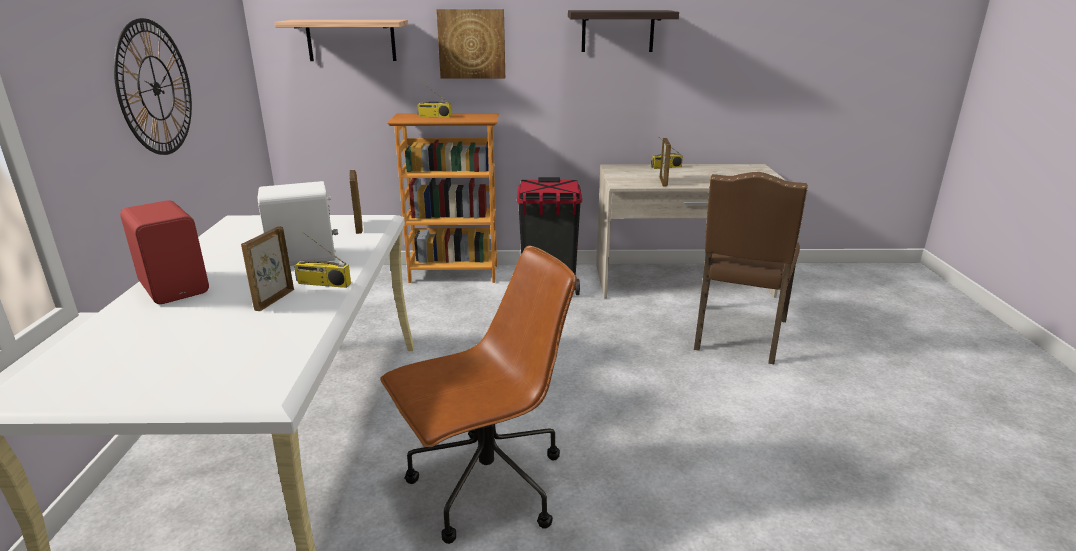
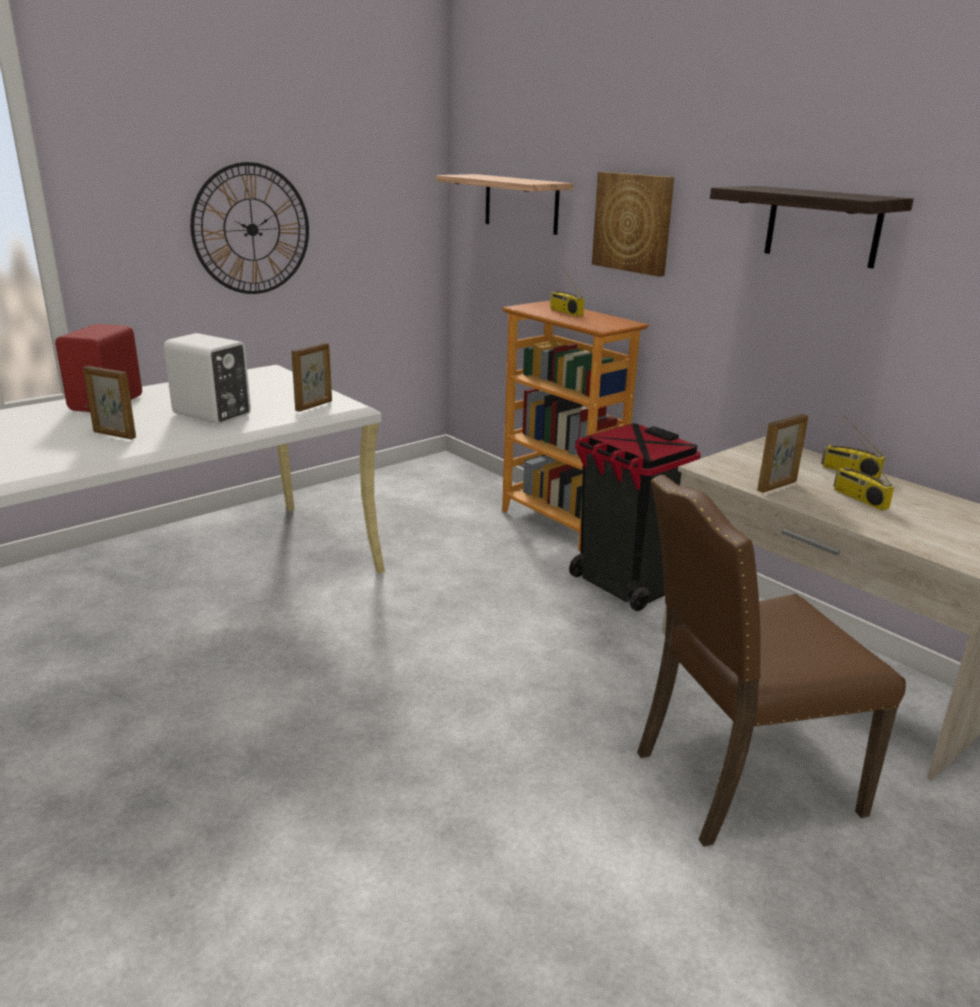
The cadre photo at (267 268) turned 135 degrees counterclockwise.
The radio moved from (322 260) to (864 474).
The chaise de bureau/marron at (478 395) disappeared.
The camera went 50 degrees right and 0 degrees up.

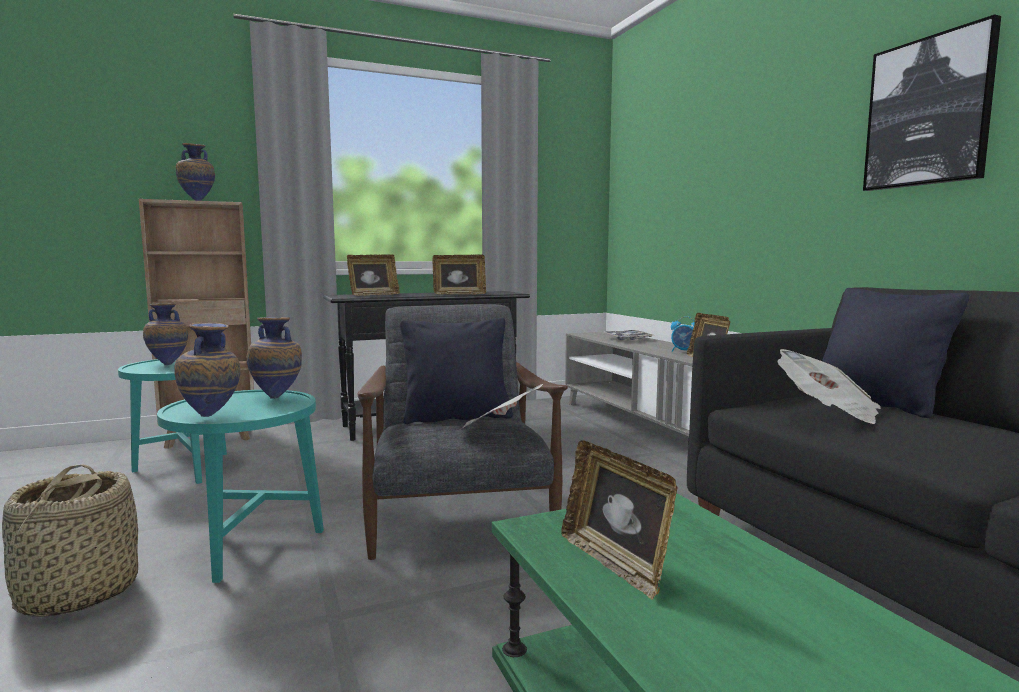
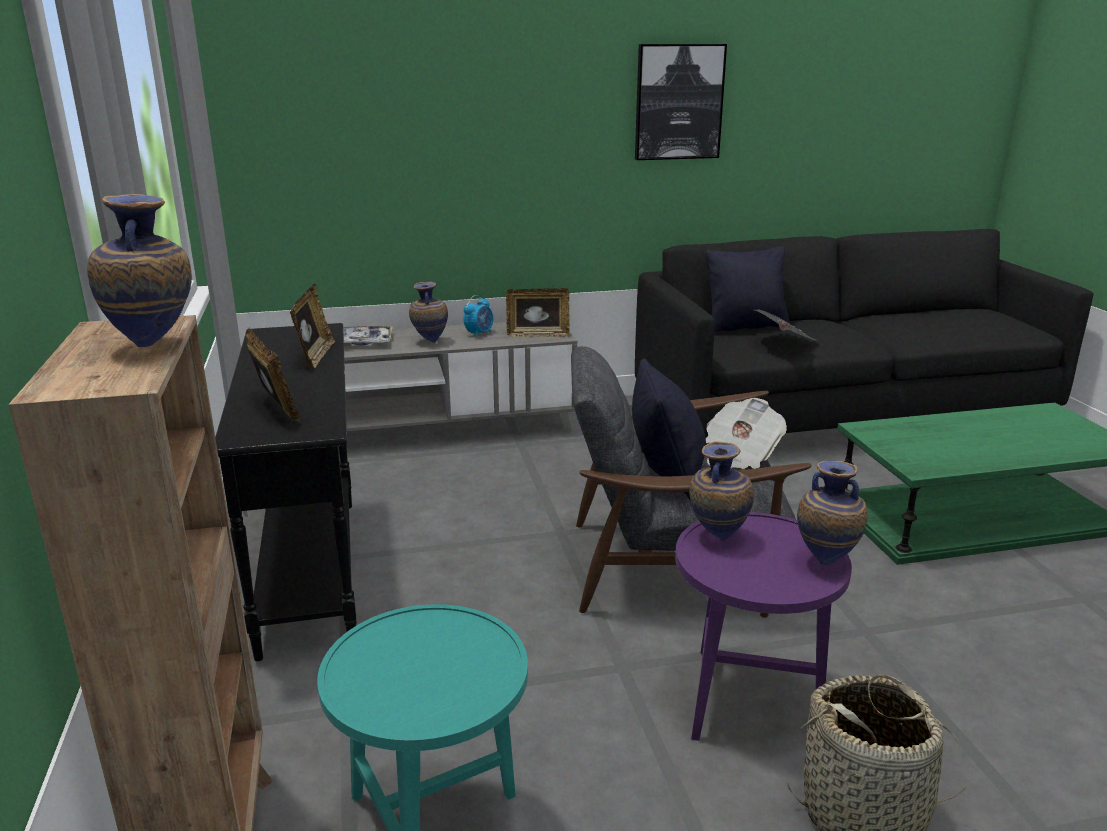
The vase moved from (165 334) to (428 312).
The table d'appoint/turquoise at (240 486) became the table d'appoint/violet at (763 626).
The cadre photo at (619 520) disappeared.
The camera went 80 degrees left and 15 degrees up.

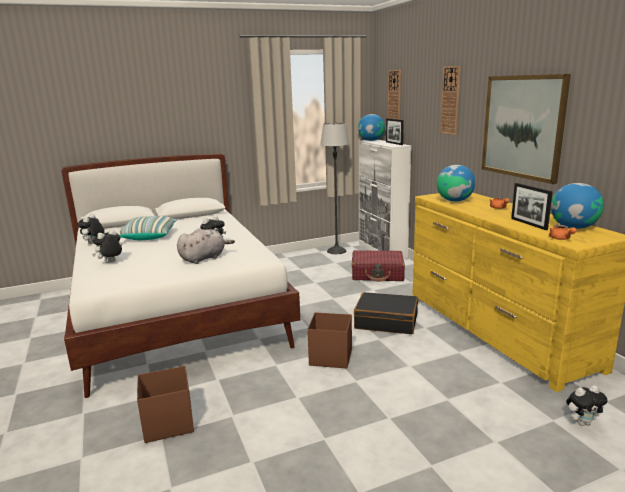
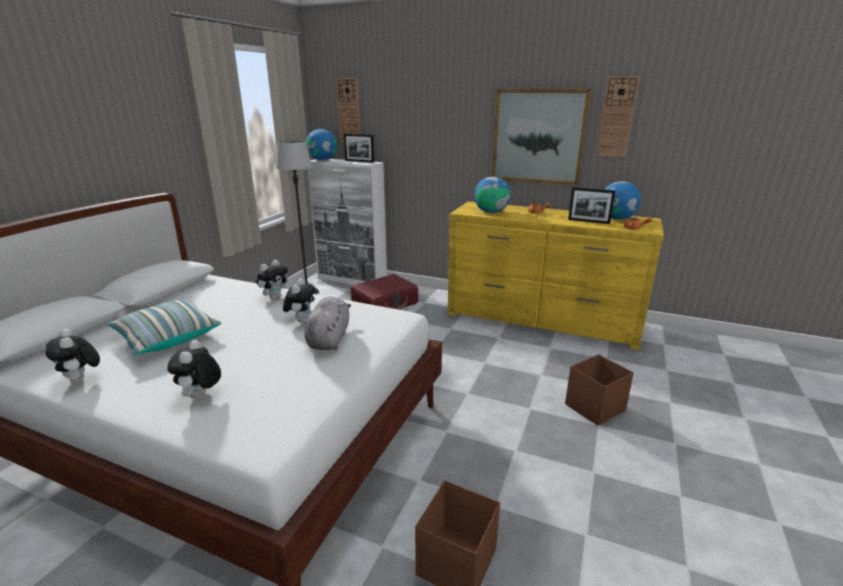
The horloge murale moved from (450 100) to (618 116).
The valise/noir at (386 313) disappeared.
The boîte de rangement/marron moved from (329 340) to (599 389).
The peluche moved from (586 405) to (272 280).
The camera went 45 degrees left and 5 degrees up.

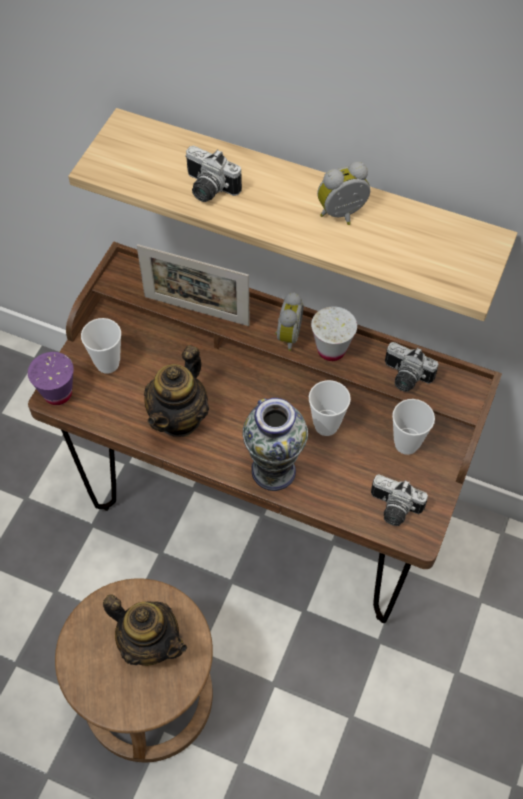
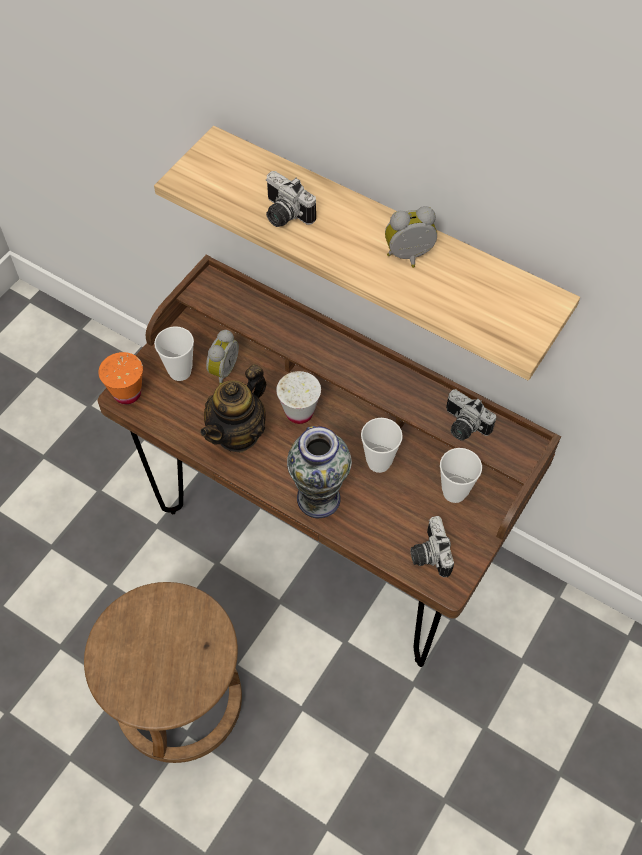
The cadre photo at (193 285) disappeared.
The réveil moved from (289 321) to (222 357).
The tasse/blanc moved from (334 333) to (298 397).
The tasse/violet at (51 378) became the tasse/orange at (120 378).
The appareil photo at (399 500) turned 45 degrees clockwise.
The théière at (145 630) disappeared.
The camera went 10 degrees right and 0 degrees up.

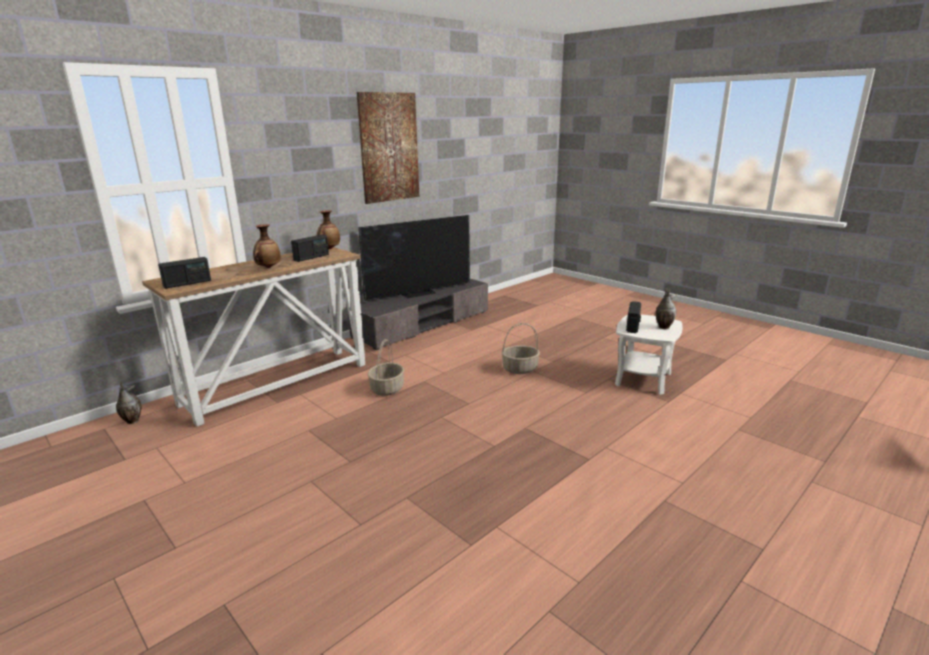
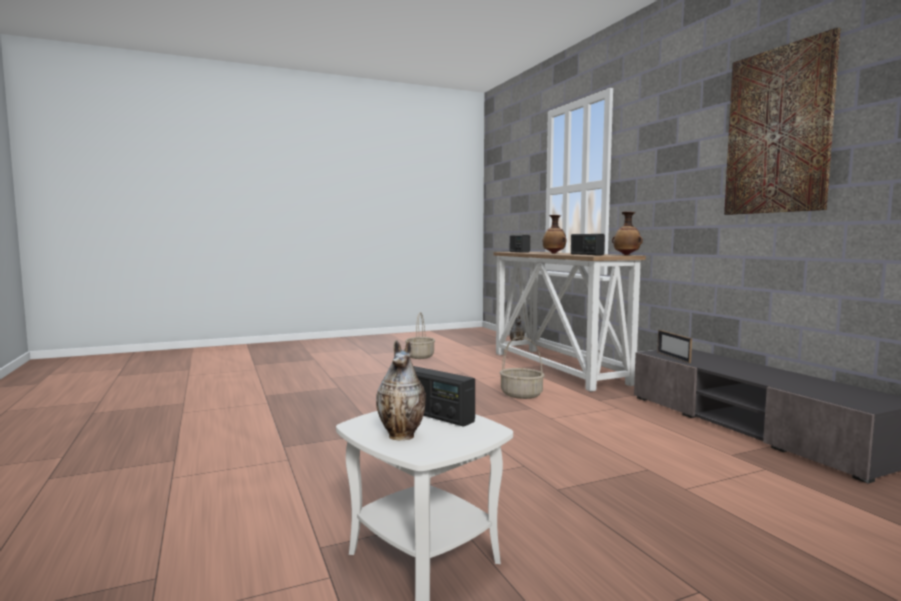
The téléviseur at (414 258) disappeared.
The panier moved from (520 348) to (420 335).
The cadre photo at (674 346) appeared.
The camera went 110 degrees right and 15 degrees down.

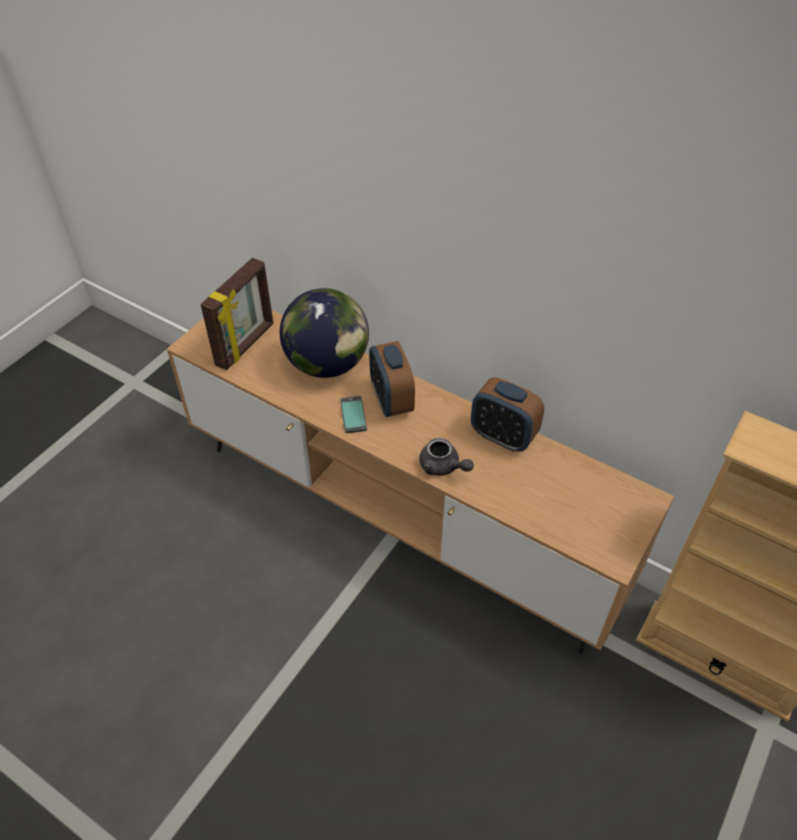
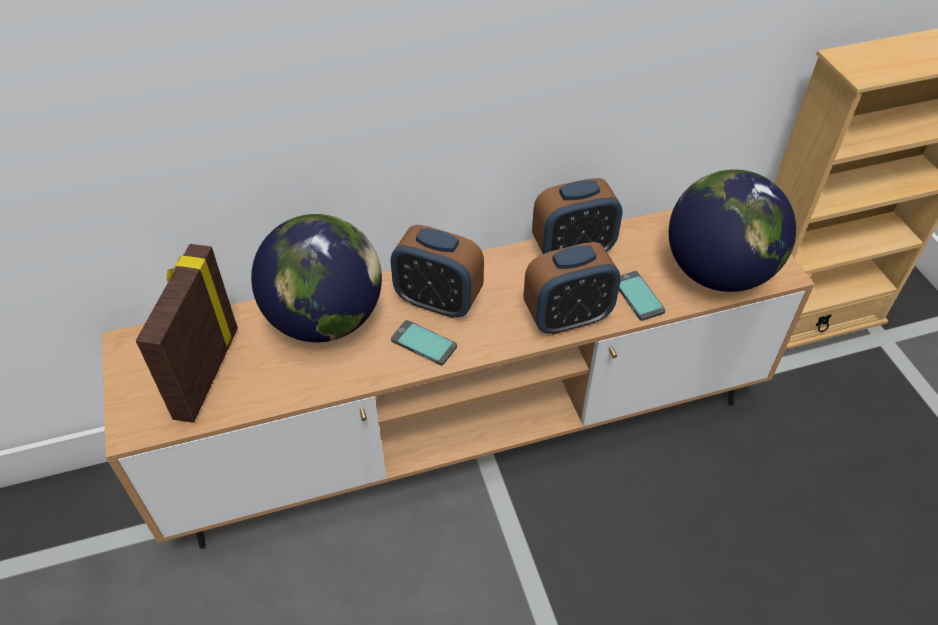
The cadre photo at (237 314) turned 150 degrees counterclockwise.
The théière/gris at (446 457) was replaced by the réveil at (572 288).
The globe at (732 230) appeared.
The téléphone at (642 296) appeared.
The camera went 50 degrees left and 0 degrees up.

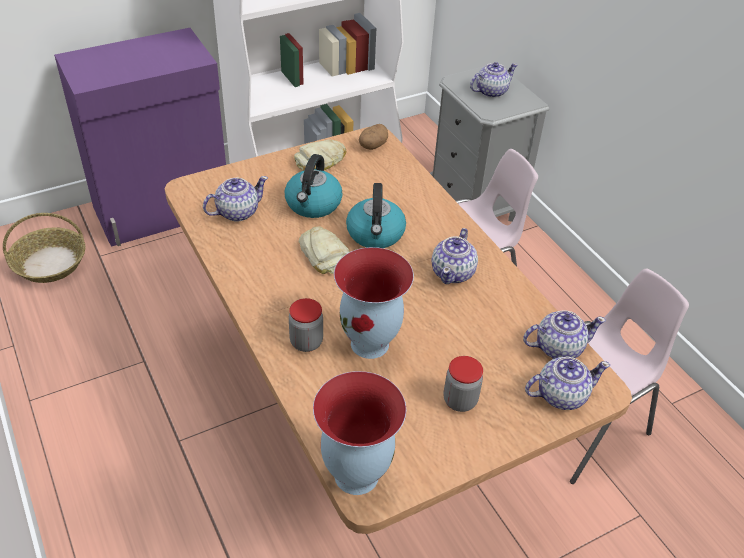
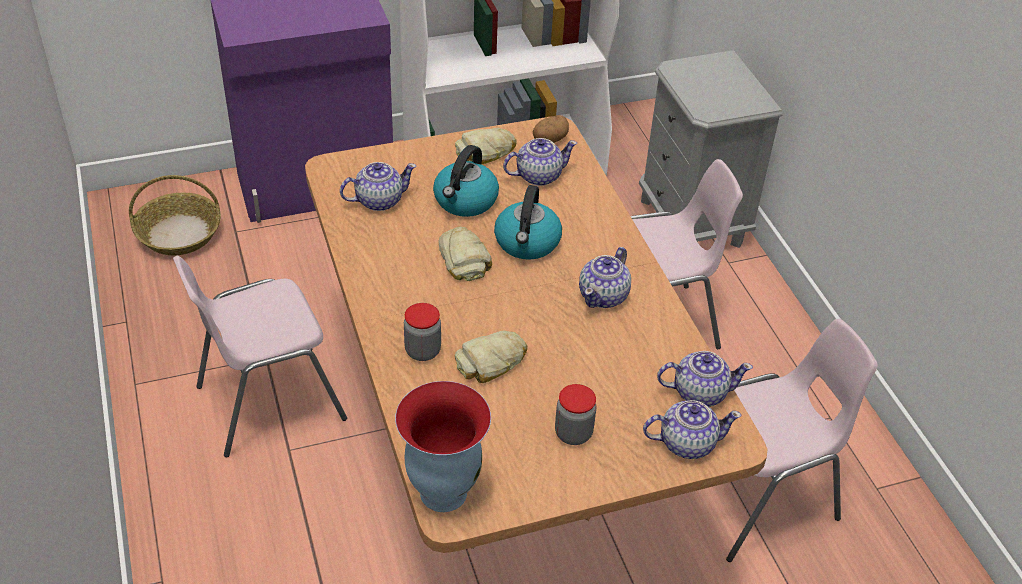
The théière moved from (494 80) to (540 162).
The vase at (374 303) was replaced by the pain at (491 356).
The chaise/rose at (260 356) appeared.
The camera went 10 degrees right and 0 degrees up.

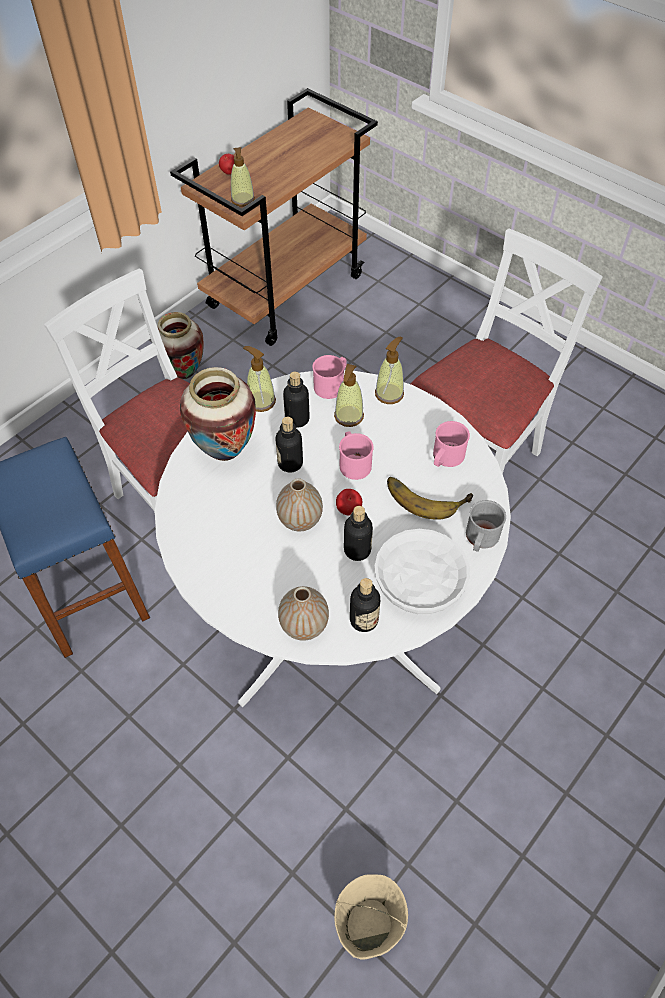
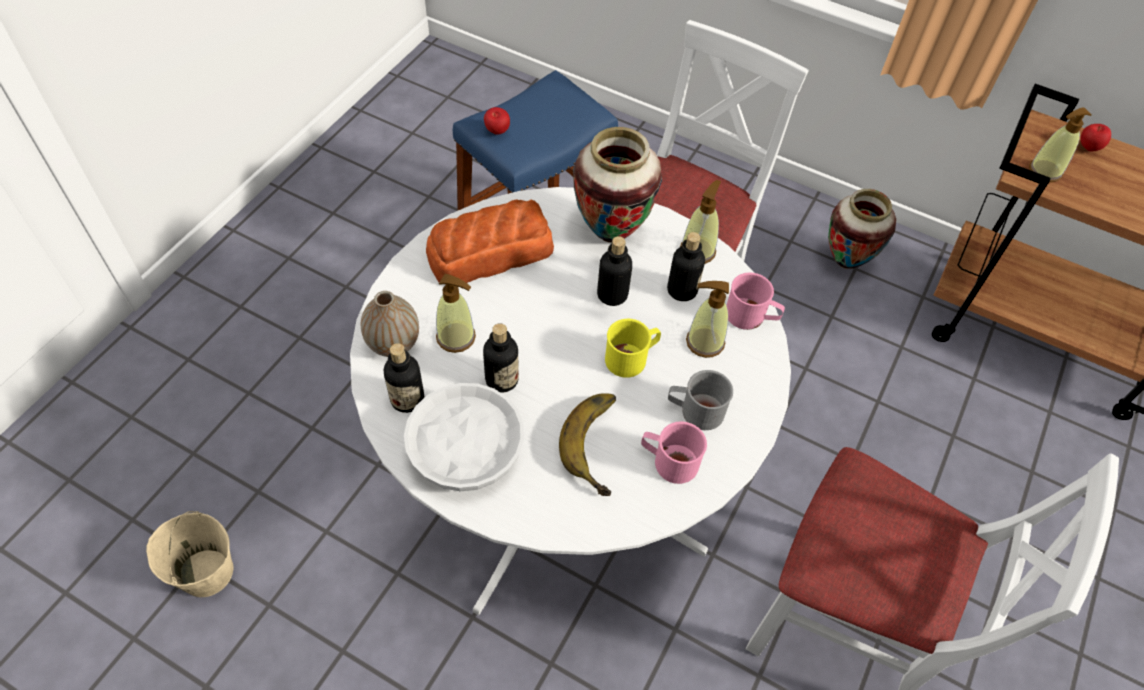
The distributeur de savon moved from (389 370) to (456 313).
The mug/rose at (356 455) became the mug/jaune at (633 348).
The vase at (299 504) disappeared.
The pomme moved from (349 502) to (497 121).
The mug/gris moved from (486 526) to (700 400).
The pain at (490 241) appeared.
The camera went 75 degrees right and 0 degrees up.

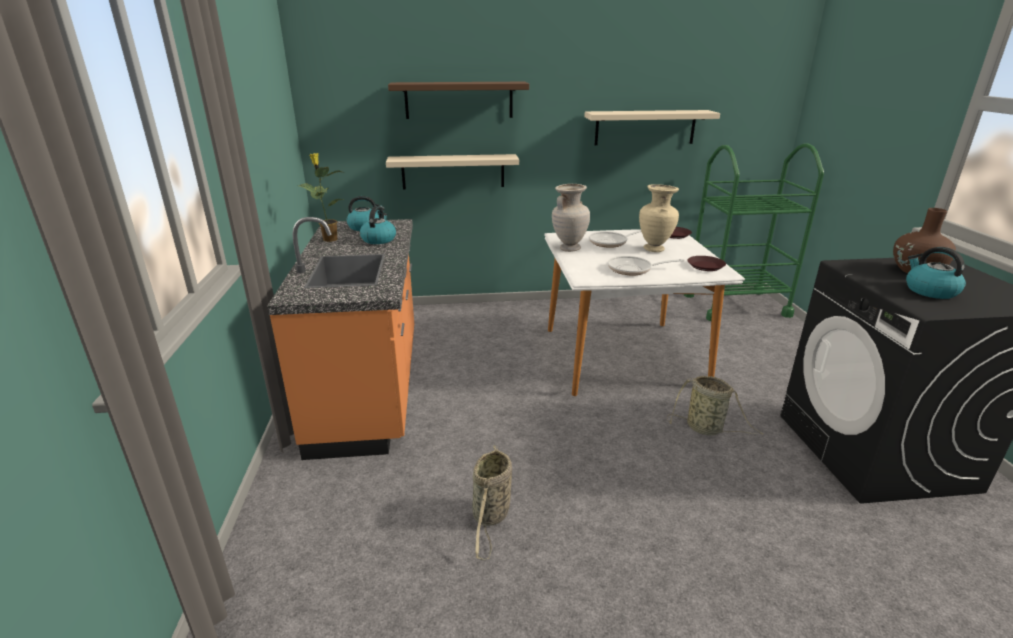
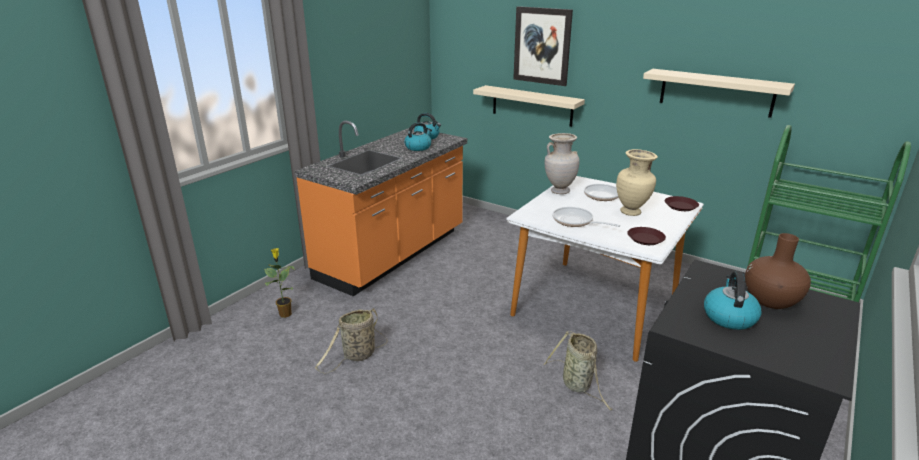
The étagère/marron at (458 100) was replaced by the tableau at (543 46).
The plante en pot moved from (322 197) to (279 283).
The camera went 40 degrees right and 0 degrees up.

